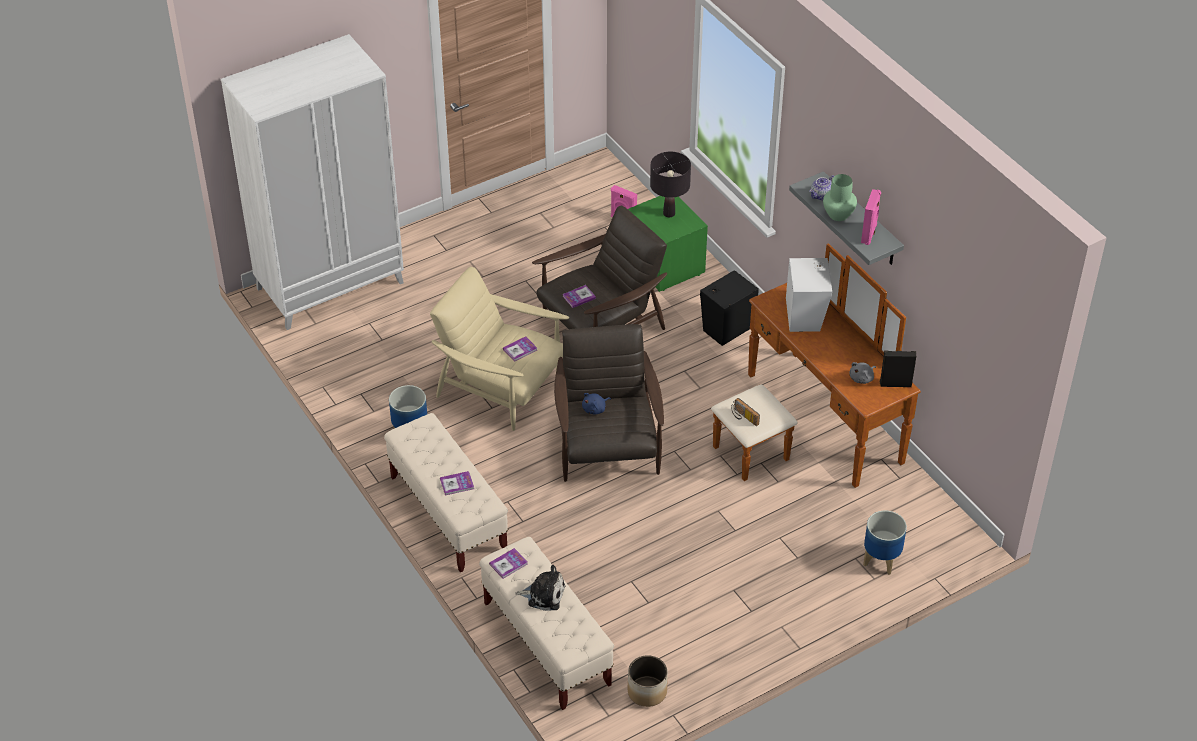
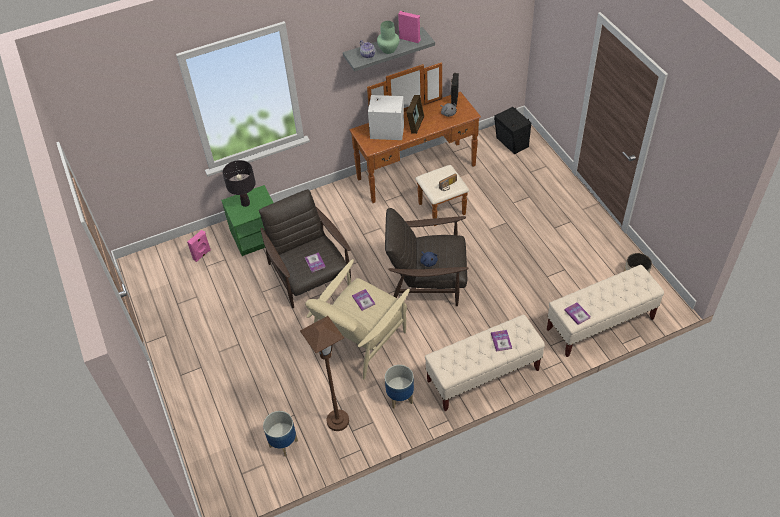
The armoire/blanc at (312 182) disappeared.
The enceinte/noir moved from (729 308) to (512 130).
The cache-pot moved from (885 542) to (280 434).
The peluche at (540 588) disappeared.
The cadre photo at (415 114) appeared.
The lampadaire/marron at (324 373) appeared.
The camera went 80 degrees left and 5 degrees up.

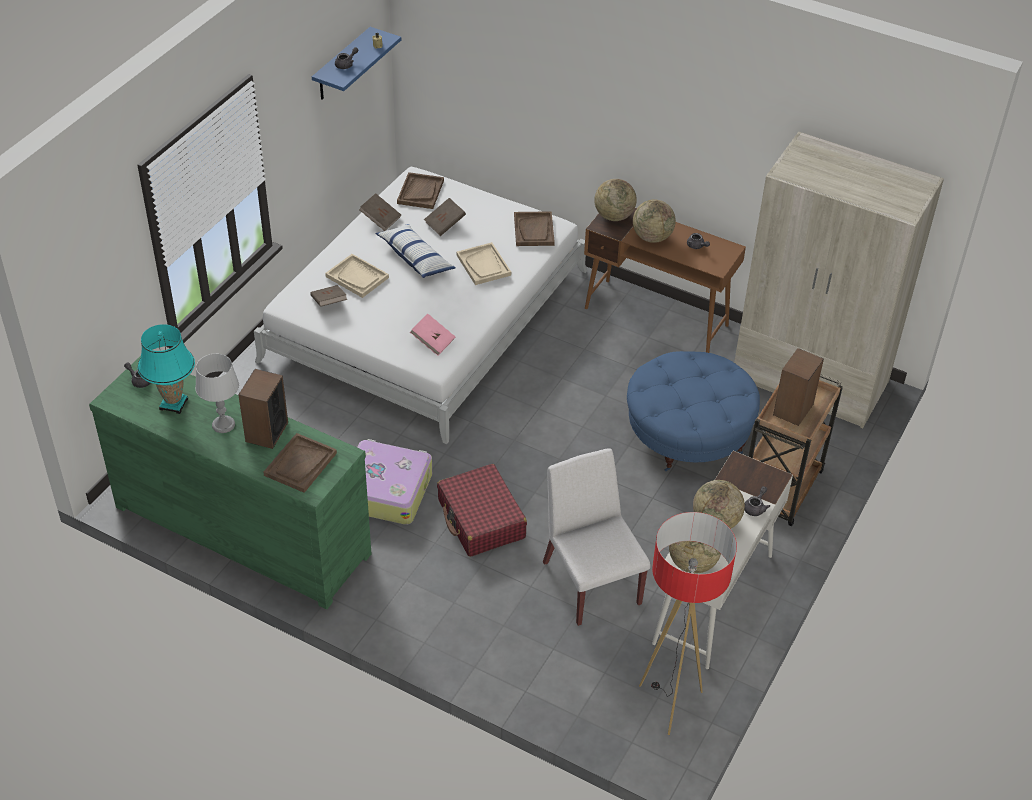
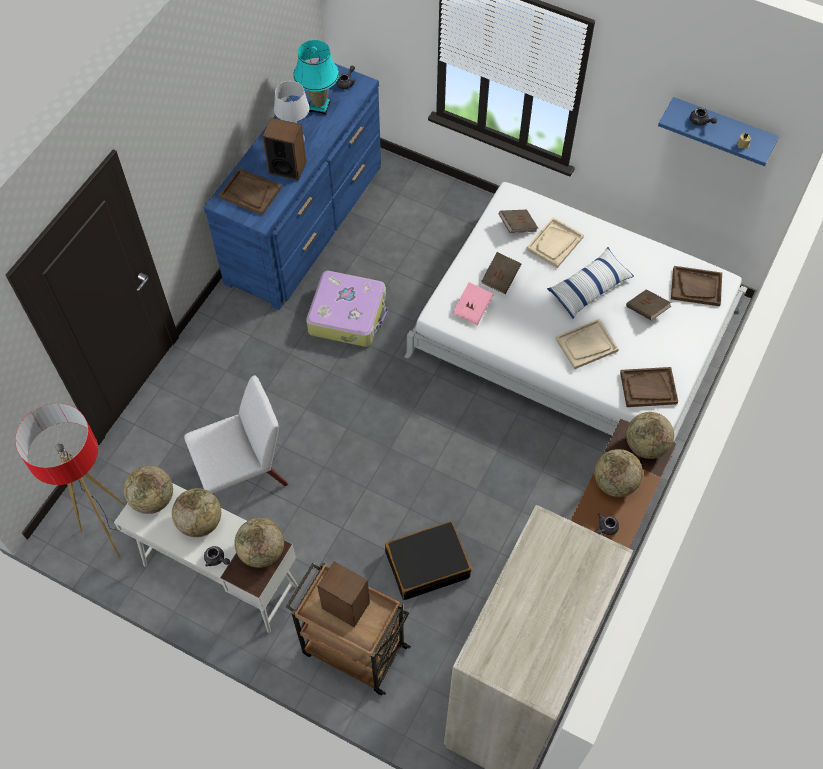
The livre/marron moved from (380 212) to (501 273).
The pouf/bleu at (693 411) was replaced by the valise/noir at (428 560).
The commode/vert at (230 482) became the commode/bleu at (292 184).
The valise/rouge at (482 510) disappeared.
The globe at (259 543) appeared.
The camera went 90 degrees right and 15 degrees up.

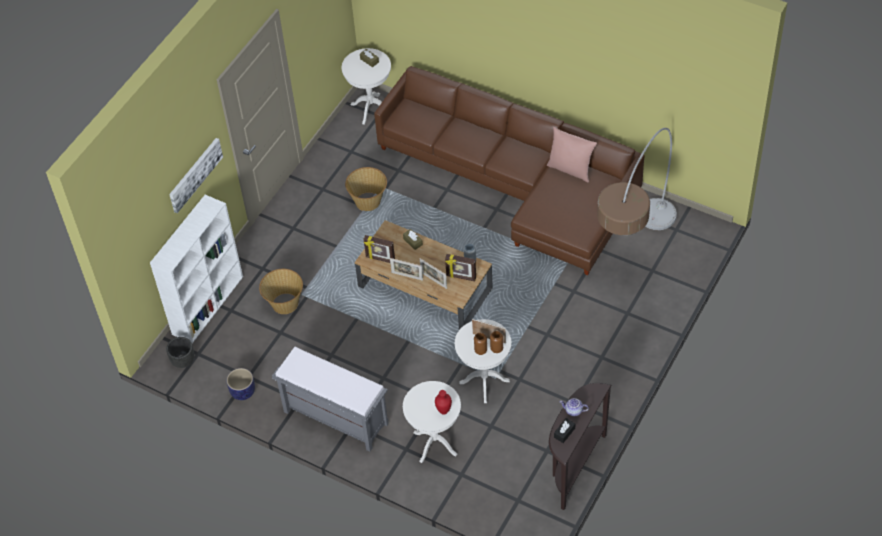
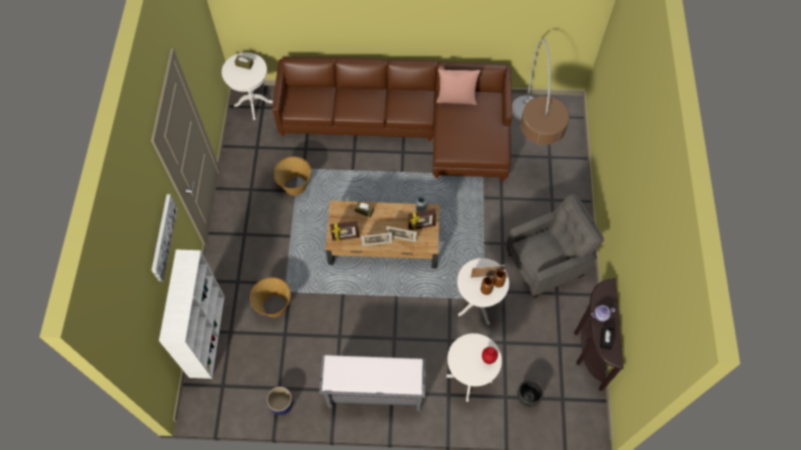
The cache-pot/noir moved from (180 352) to (530 393).
The fauteuil/gris at (555 246) appeared.
The camera went 30 degrees left and 10 degrees up.

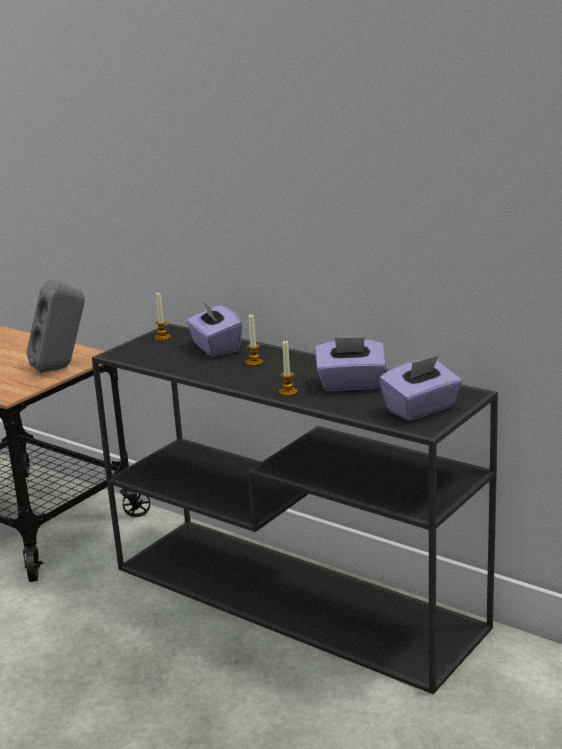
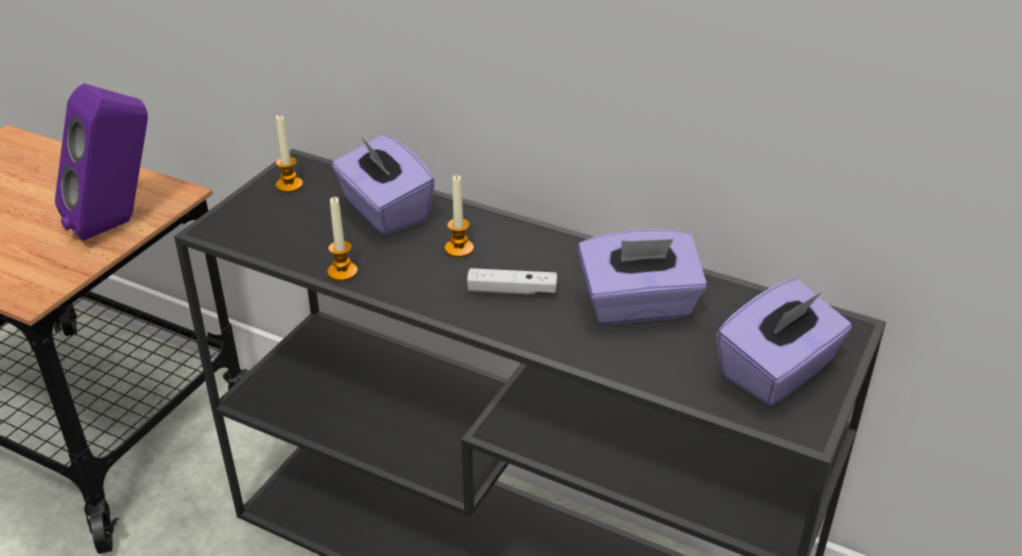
The enceinte/gris at (56 326) became the enceinte/violet at (101 162).
The bougie moved from (288 368) to (342 239).
The manette/blanc at (512 281) appeared.
The camera went 10 degrees left and 15 degrees up.

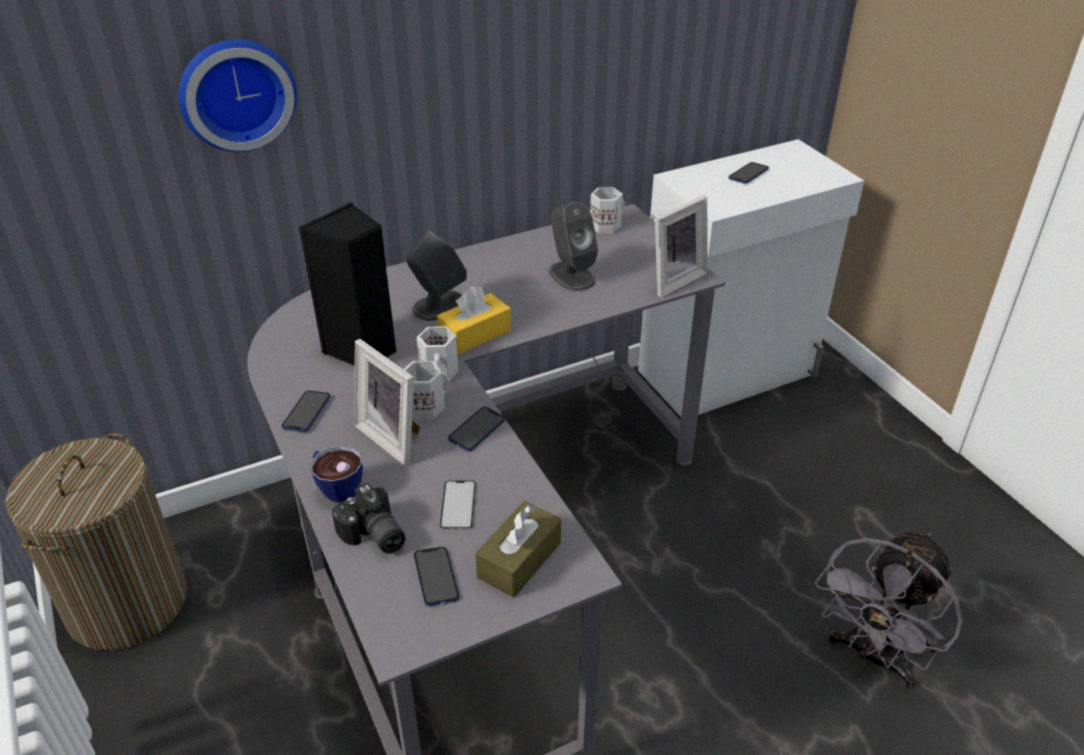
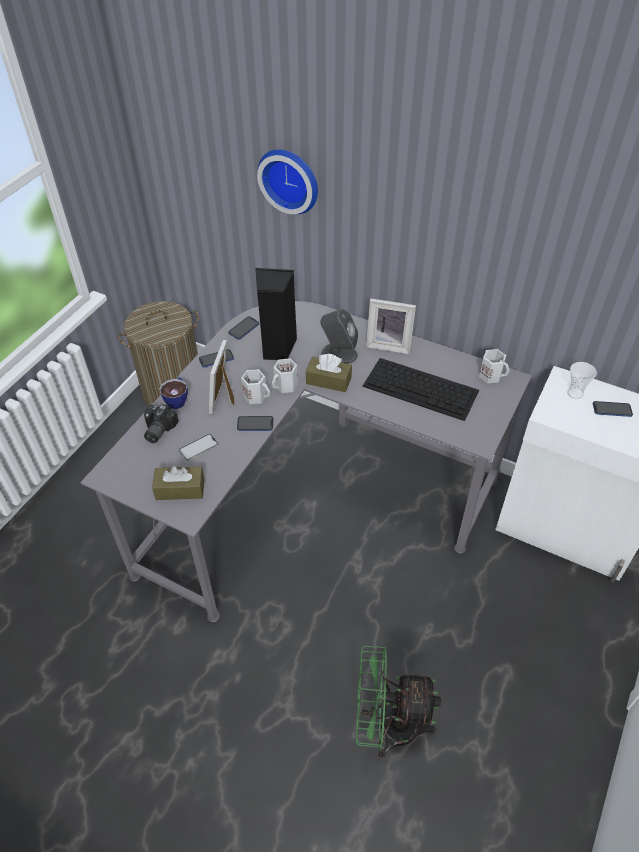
The cadre photo moved from (681 246) to (391 326).
The enceinte/gris at (573 246) was replaced by the clavier at (421 389).
The boîte à mouchoirs/jaune at (474 320) became the boîte à mouchoirs/marron at (329 373).
The ventilateur/gris at (889 611) became the ventilateur/vert at (398 702).
The téléphone moved from (436 576) to (243 328).
The tasse at (582 380) appeared.
The camera went 55 degrees right and 10 degrees up.

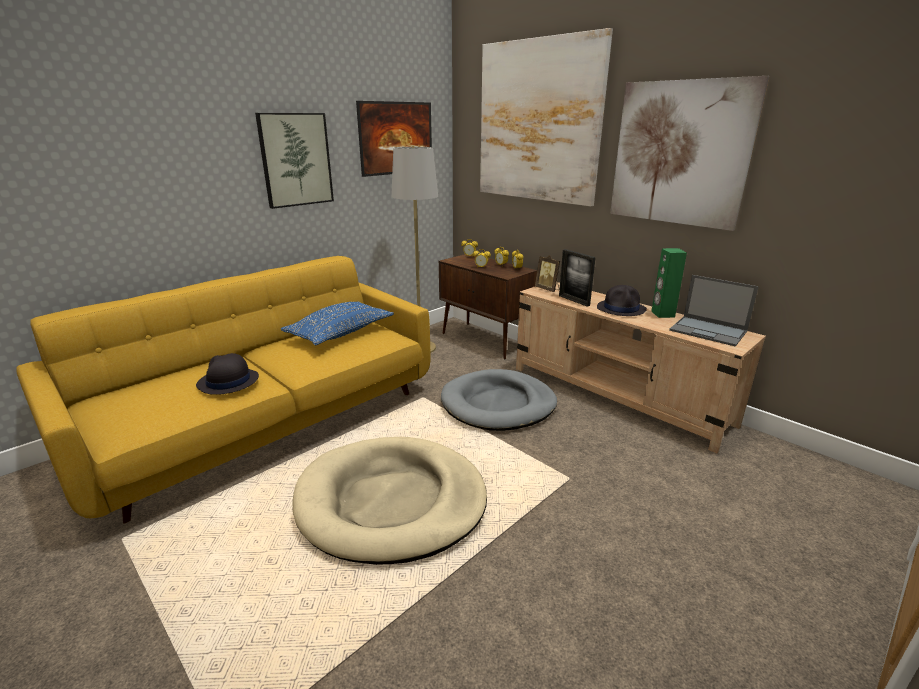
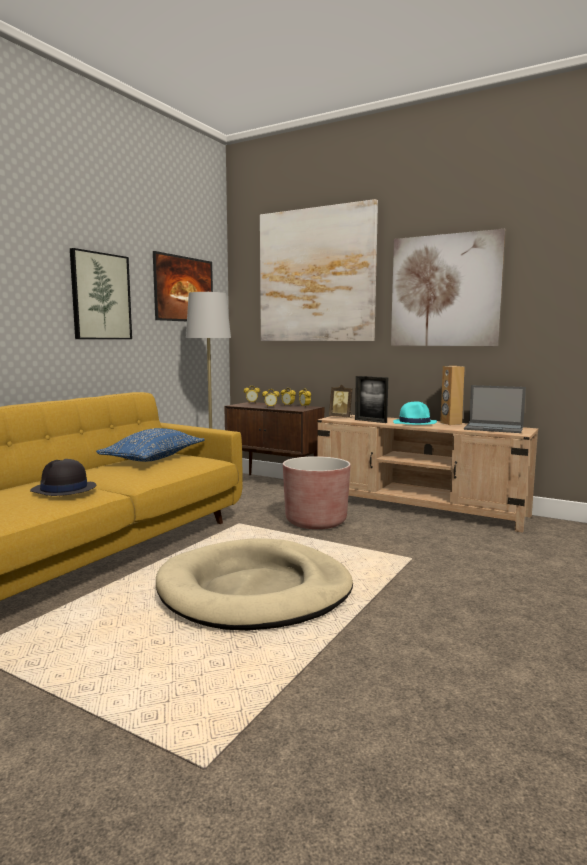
The enceinte/vert at (669 283) became the enceinte/marron at (452 395).
The chapeau/noir at (622 300) became the chapeau/turquoise at (415 413).
The panier pour chien/gris at (499 400) was replaced by the cache-pot/marron at (317 492).
The camera went 15 degrees left and 15 degrees down.

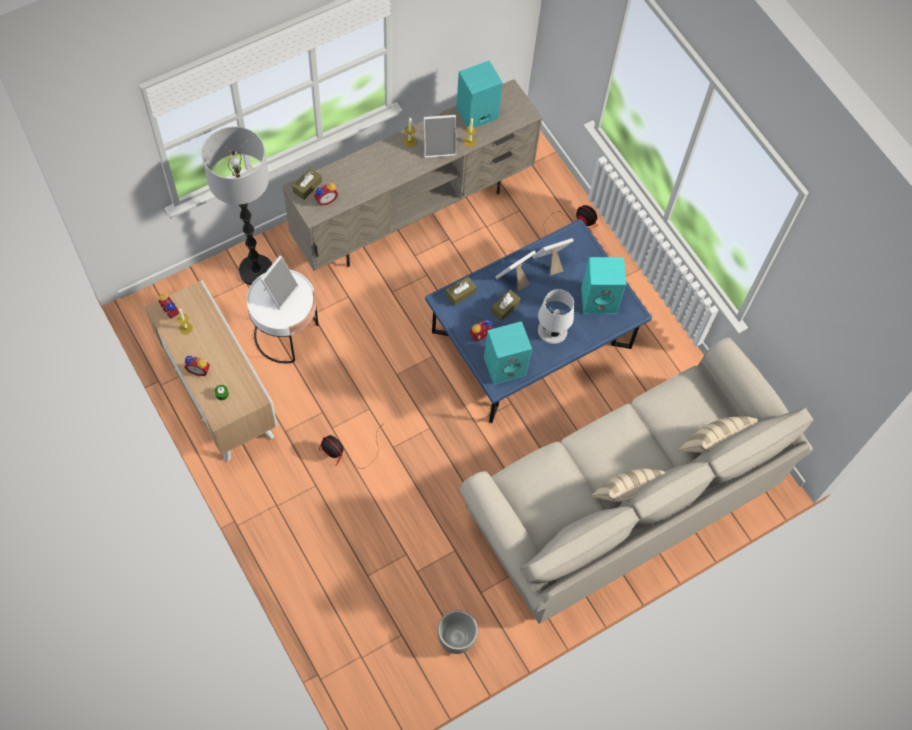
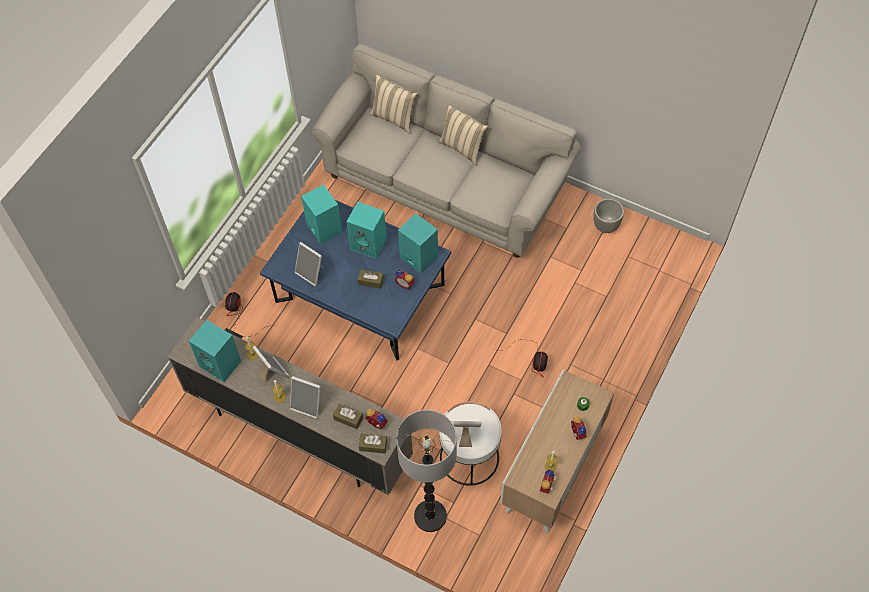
The cadre photo moved from (516 271) to (305 397).
The boîte à mouchoirs/marron moved from (461 291) to (348 416).
The lampe de table/blanc at (556 316) was replaced by the enceinte/turquoise at (366 230).
The camera went 115 degrees left and 5 degrees down.

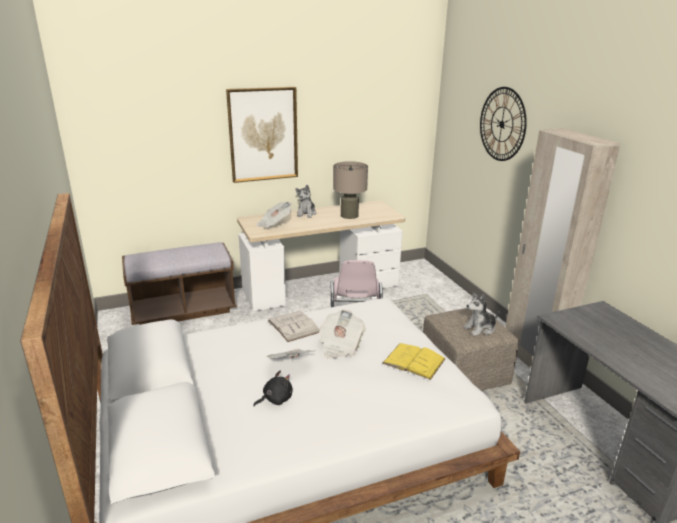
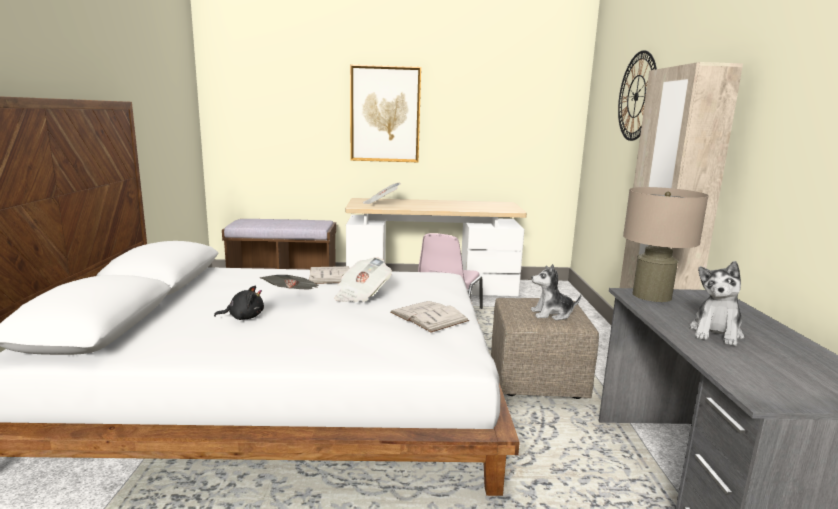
The lampe de table/beige moved from (350 190) to (666 244).
The peluche moved from (305 201) to (716 303).
The livre/jaune at (413 361) became the livre/blanc at (429 317).
The camera went 20 degrees right and 10 degrees down.

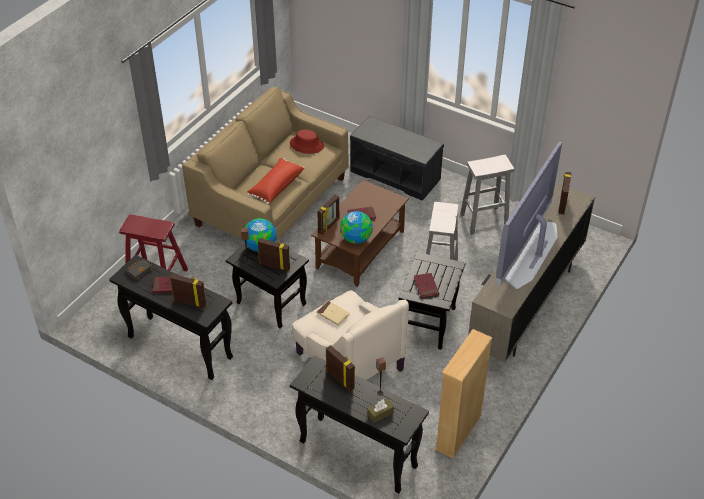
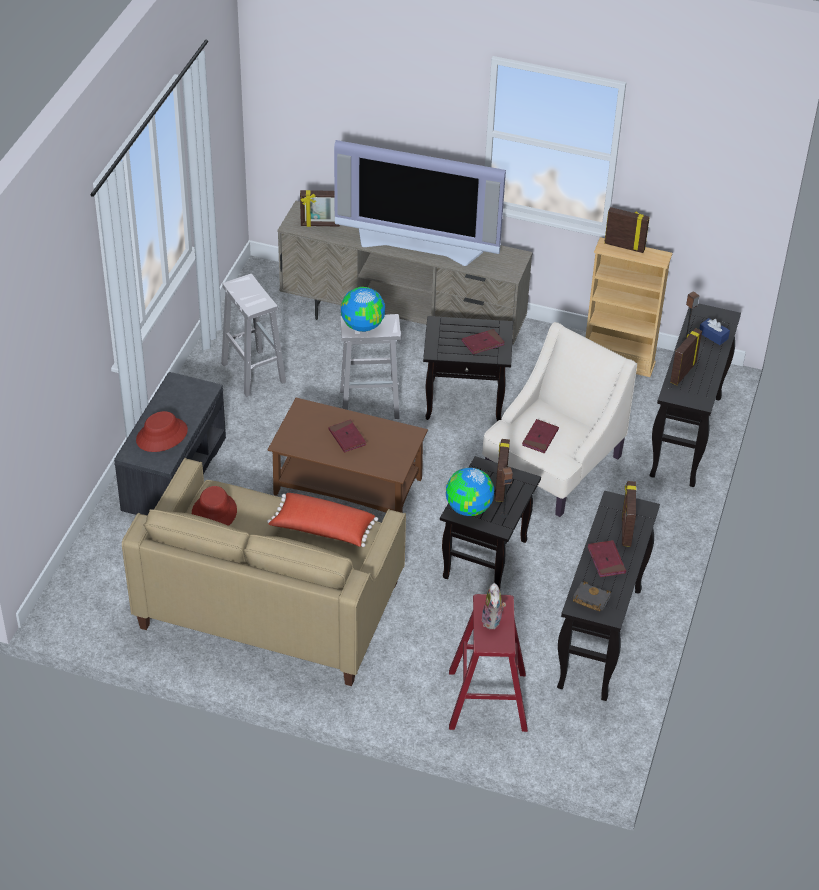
The cadre photo moved from (328 215) to (627 230).
The globe moved from (356 227) to (363 309).
The livre/beige at (333 313) became the livre/rouge at (540 436).
The boîte à mouchoirs/marron at (380 410) became the boîte à mouchoirs/bleu at (714 331).
The chapeau/rouge at (162 431) appeared.
The peluche at (493 606) appeared.
The camera went 105 degrees left and 0 degrees up.

